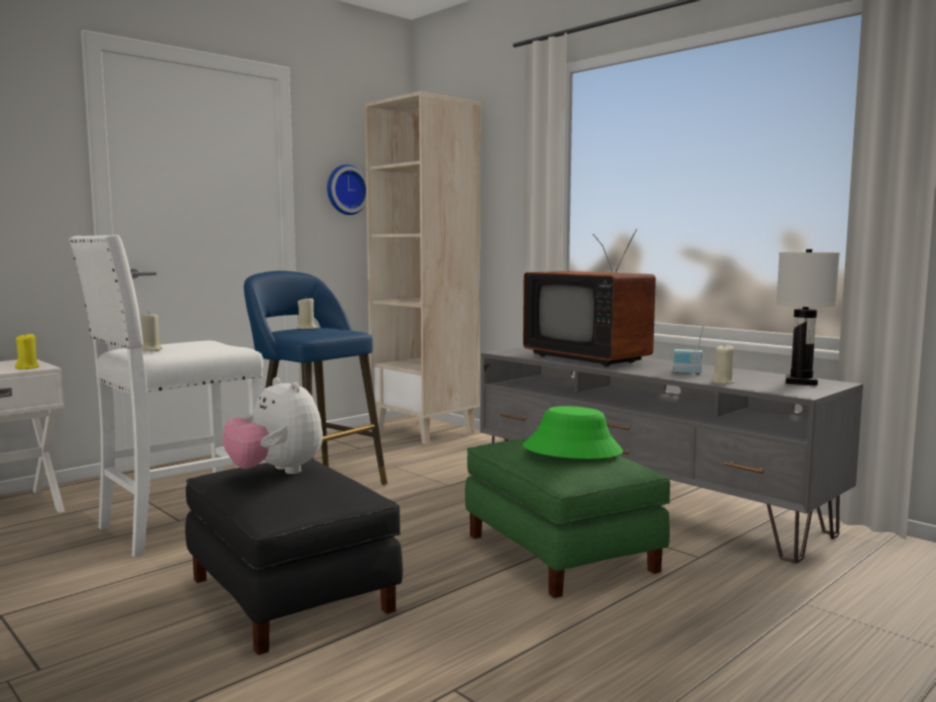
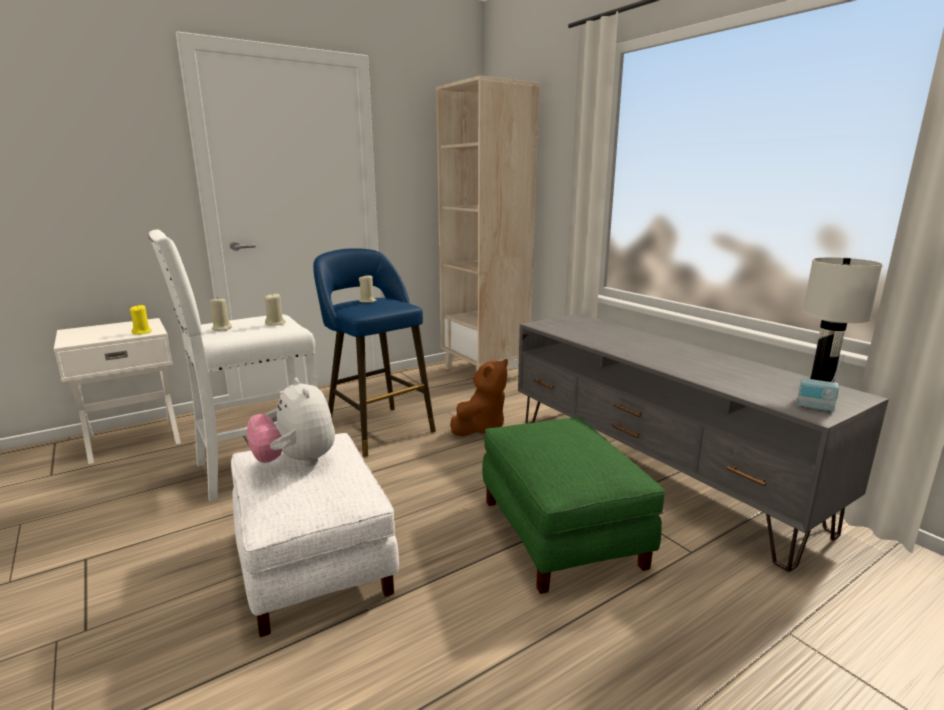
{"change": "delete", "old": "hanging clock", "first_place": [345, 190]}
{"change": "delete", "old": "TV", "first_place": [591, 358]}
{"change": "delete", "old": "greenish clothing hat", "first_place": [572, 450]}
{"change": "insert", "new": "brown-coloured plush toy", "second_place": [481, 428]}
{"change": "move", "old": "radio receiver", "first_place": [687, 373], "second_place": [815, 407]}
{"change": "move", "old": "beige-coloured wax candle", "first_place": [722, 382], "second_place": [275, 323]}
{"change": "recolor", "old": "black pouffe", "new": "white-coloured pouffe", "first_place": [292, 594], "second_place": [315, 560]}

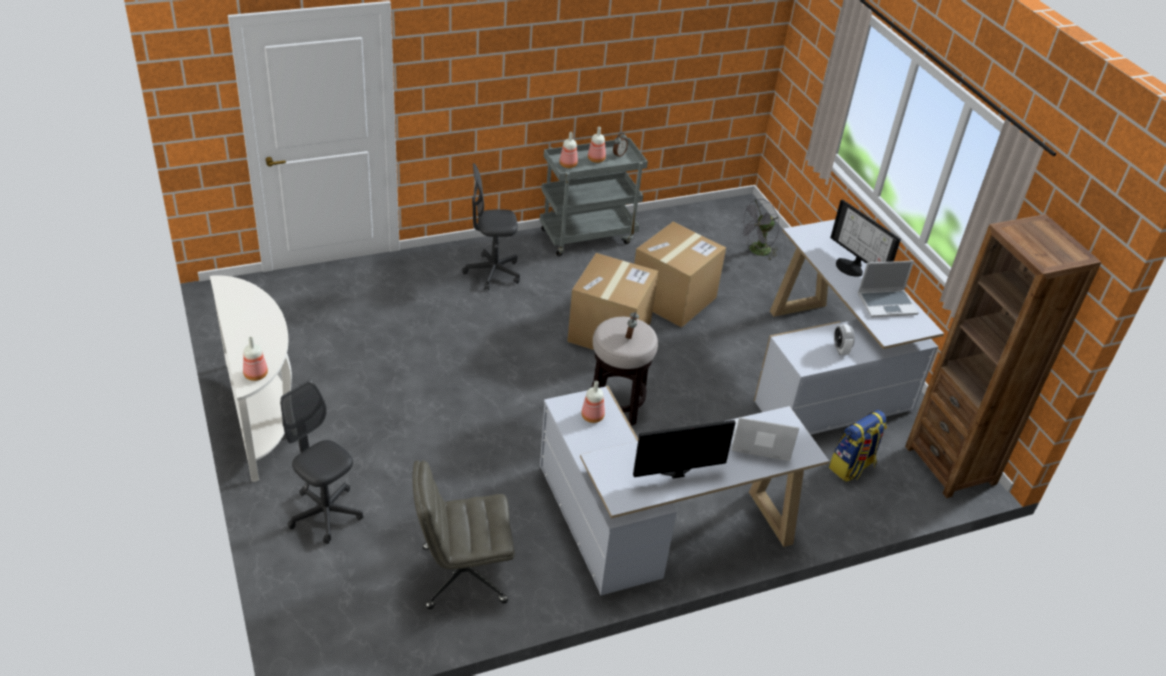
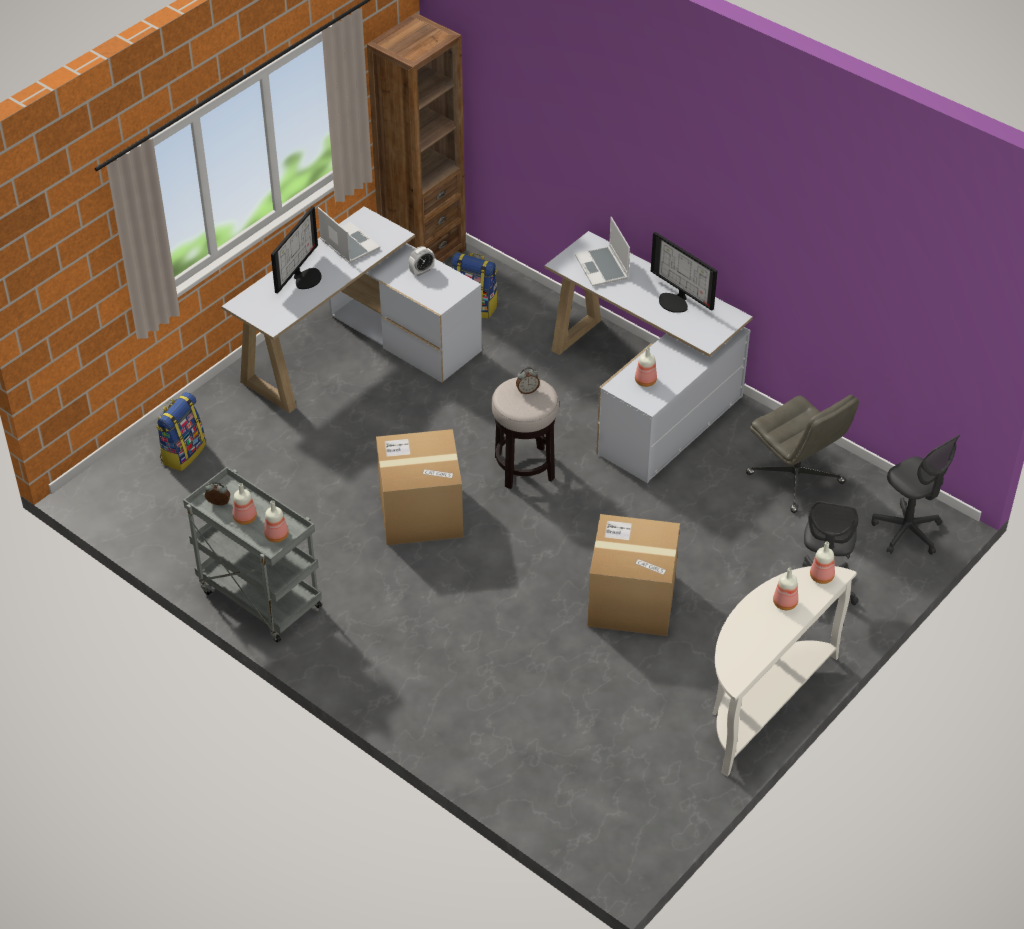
{"change": "insert", "new": "beverage bottle", "second_place": [785, 603]}
{"change": "move", "old": "greyish computer chair", "first_place": [492, 273], "second_place": [907, 532]}
{"change": "move", "old": "cardboard box", "first_place": [673, 298], "second_place": [631, 601]}
{"change": "replace", "old": "greyish cooling fan", "new": "backpack", "first_place": [756, 251], "second_place": [183, 453]}

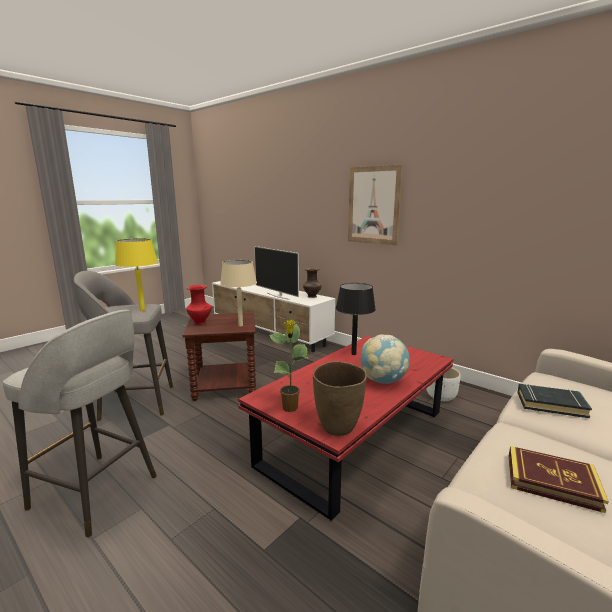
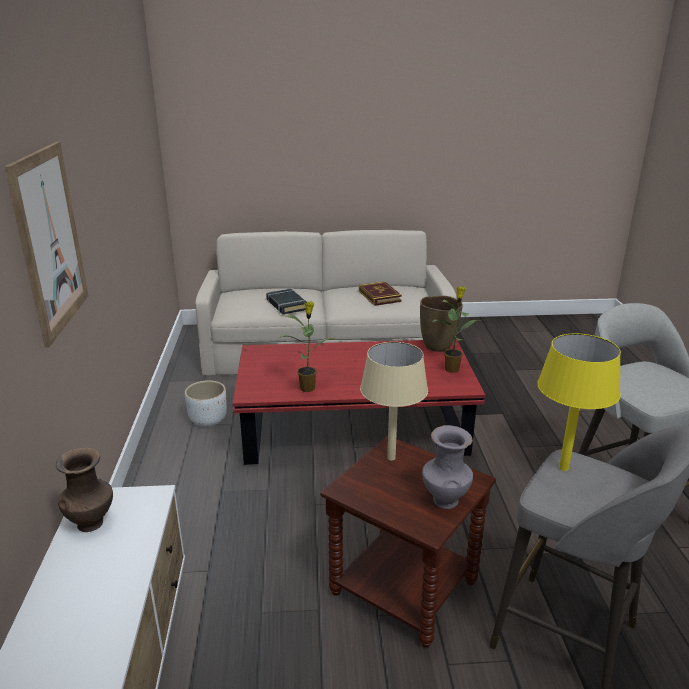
{"change": "delete", "old": "TV", "first_place": [278, 296]}
{"change": "delete", "old": "world globe", "first_place": [383, 381]}
{"change": "replace", "old": "black lamp for a table", "new": "plant in a pot", "first_place": [353, 354], "second_place": [308, 388]}
{"change": "recolor", "old": "reddish vase", "new": "greyish vase", "first_place": [200, 323], "second_place": [444, 499]}

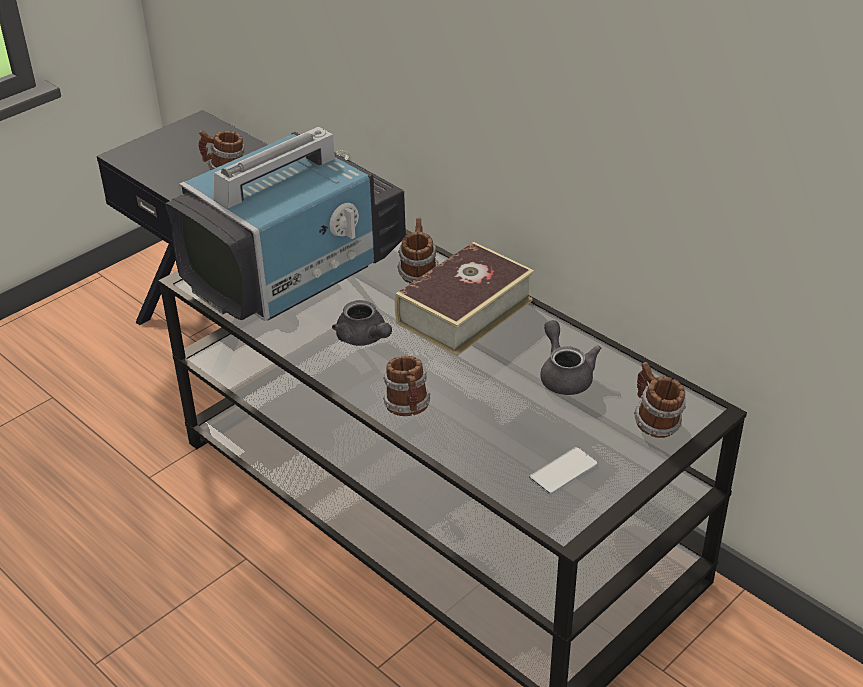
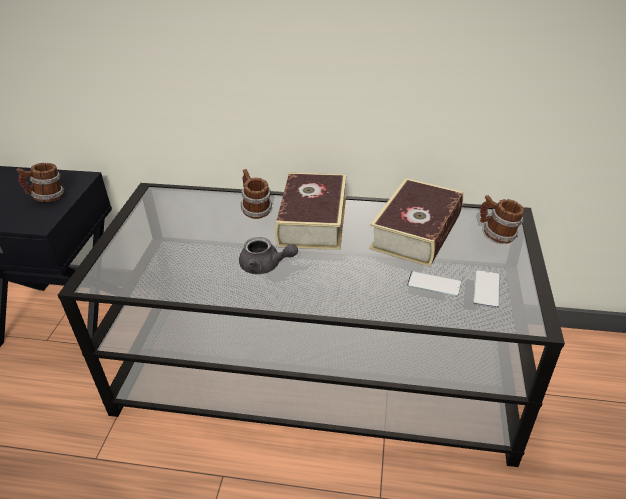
{"change": "delete", "old": "TV", "first_place": [297, 270]}
{"change": "delete", "old": "tea mug", "first_place": [408, 408]}
{"change": "insert", "new": "handset", "second_place": [434, 284]}
{"change": "replace", "old": "greyish teapot", "new": "volume", "first_place": [564, 375], "second_place": [416, 231]}

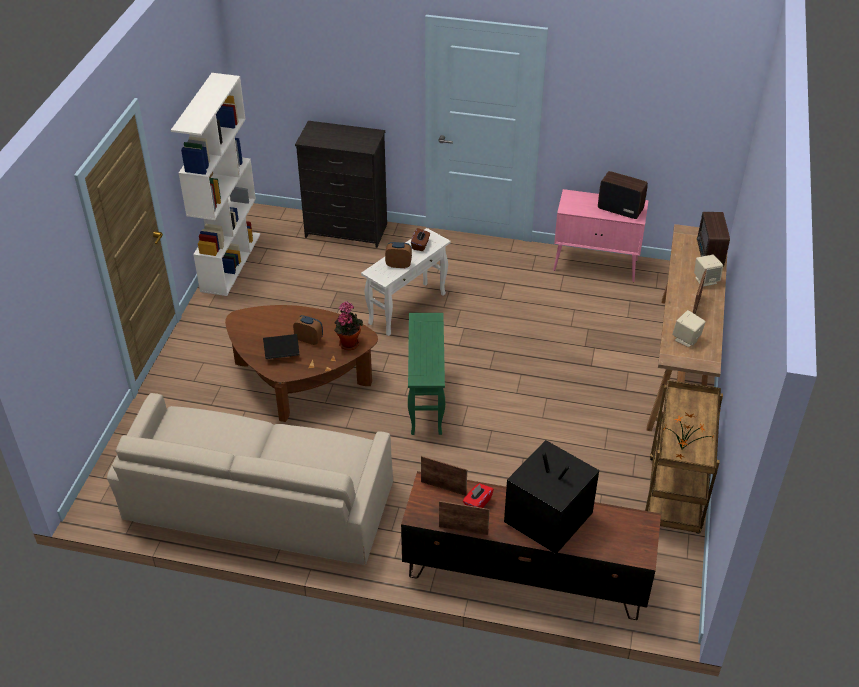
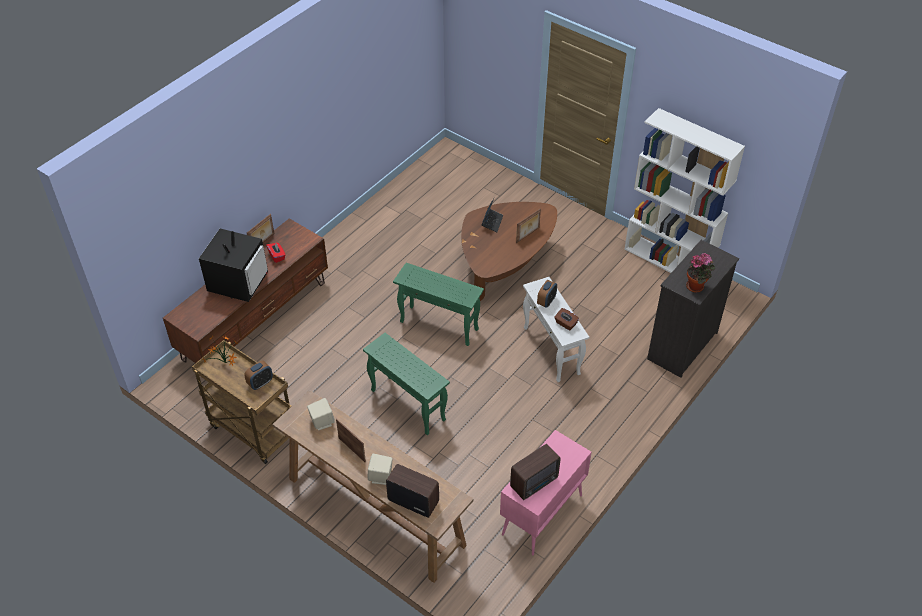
{"change": "delete", "old": "beige-coloured sofa", "first_place": [257, 502]}
{"change": "insert", "new": "greenish accent table", "second_place": [408, 405]}
{"change": "move", "old": "alarm clock", "first_place": [309, 339], "second_place": [260, 383]}
{"change": "move", "old": "plant in a pot", "first_place": [348, 342], "second_place": [696, 286]}
{"change": "move", "old": "photo frame", "first_place": [444, 487], "second_place": [528, 235]}
{"change": "rotate", "old": "TV", "first_place": [547, 520], "second_place": [238, 283], "degrees": -45}

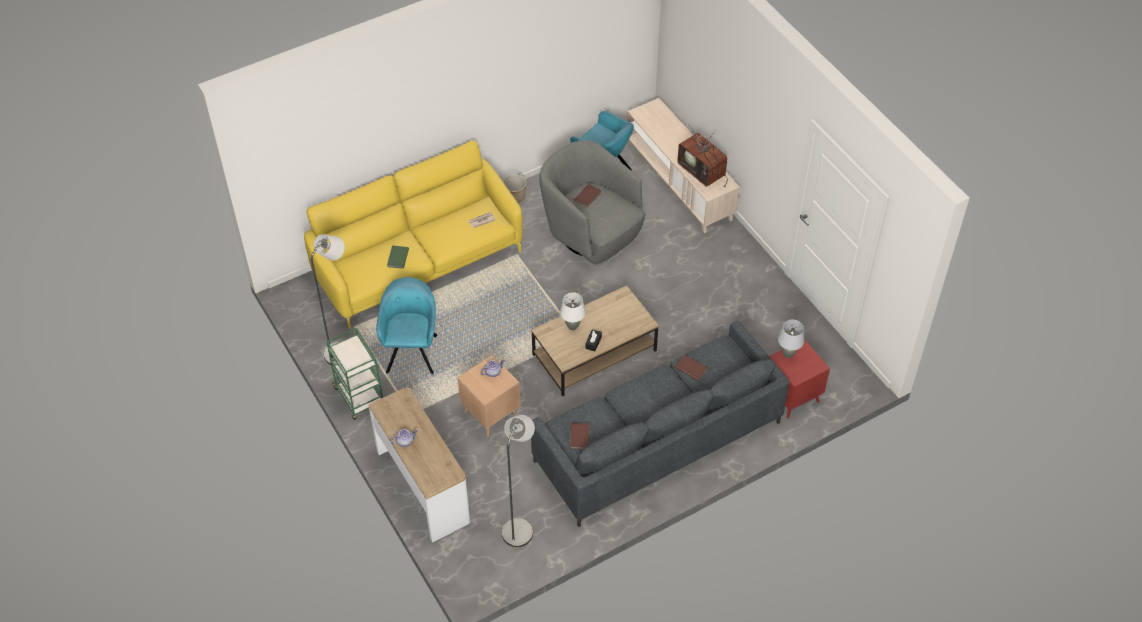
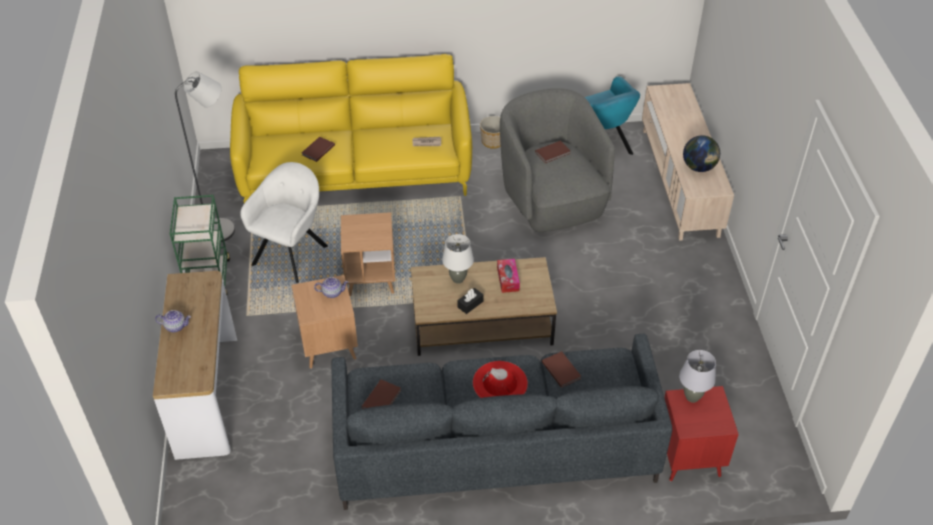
{"change": "delete", "old": "greyish standard lamp", "first_place": [520, 527]}
{"change": "insert", "new": "brown-coloured accent table", "second_place": [370, 279]}
{"change": "insert", "new": "reddish clothing hat", "second_place": [500, 383]}
{"change": "insert", "new": "tissue box", "second_place": [508, 279]}
{"change": "replace", "old": "TV", "new": "world globe", "first_place": [703, 171], "second_place": [699, 167]}
{"change": "recolor", "old": "turquoise-coloured easy chair", "new": "white-coloured easy chair", "first_place": [412, 351], "second_place": [292, 253]}
{"change": "recolor", "old": "greenish volume", "new": "brown-coloured volume", "first_place": [397, 258], "second_place": [317, 150]}

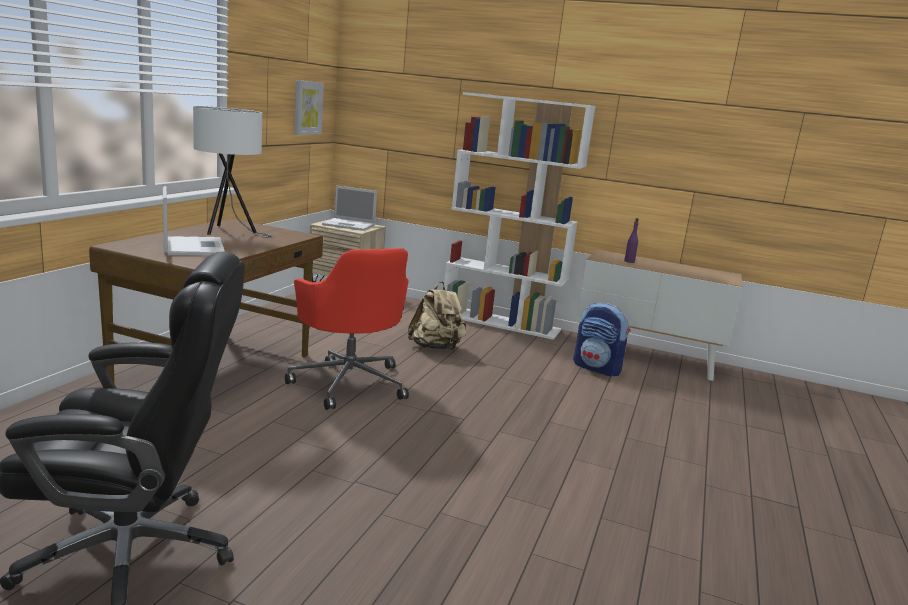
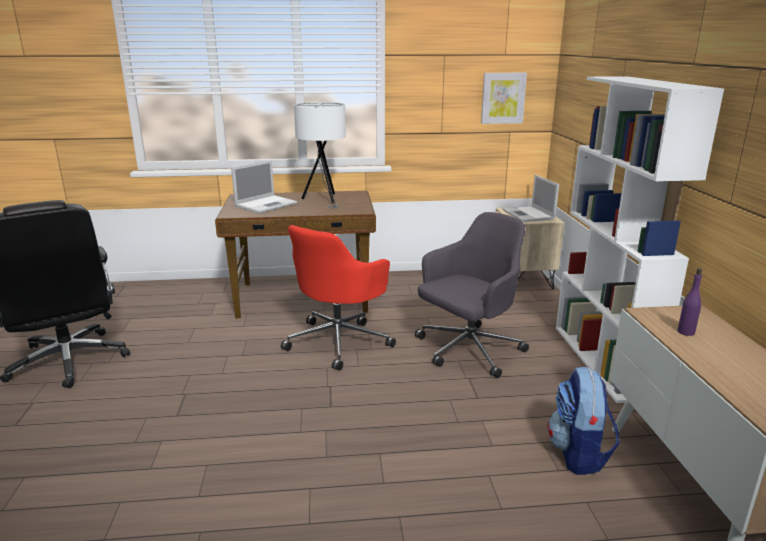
{"change": "replace", "old": "beige-coloured backpack", "new": "greyish computer chair", "first_place": [436, 348], "second_place": [467, 350]}

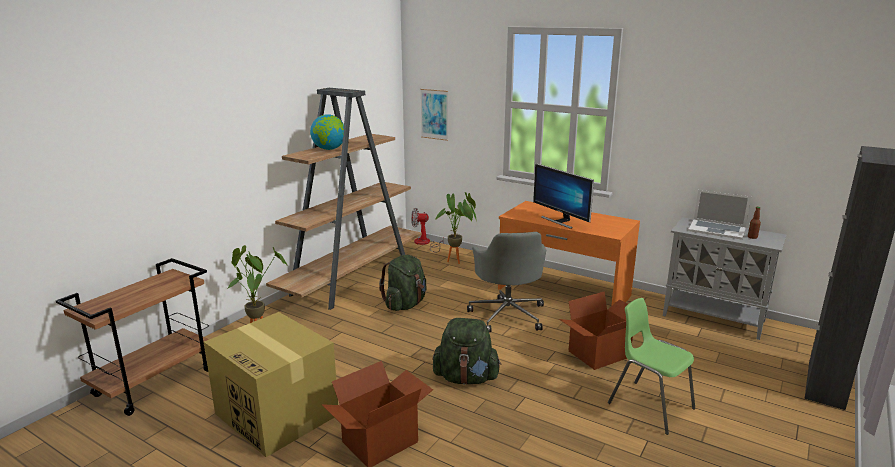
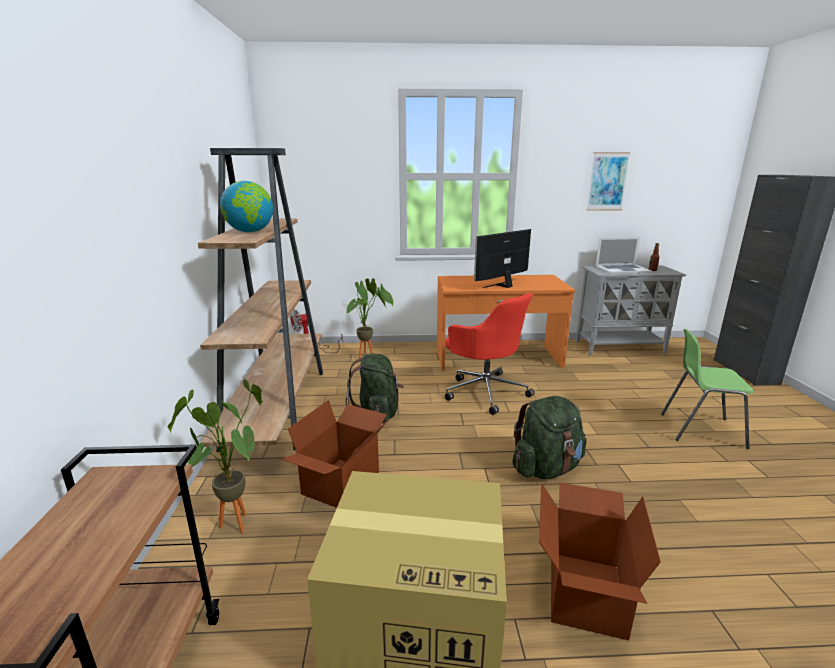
{"change": "move", "old": "wall art", "first_place": [434, 114], "second_place": [607, 181]}
{"change": "move", "old": "cardboard box", "first_place": [599, 355], "second_place": [342, 484]}
{"change": "recolor", "old": "greyish computer chair", "new": "reddish computer chair", "first_place": [507, 314], "second_place": [485, 391]}
{"change": "rotate", "old": "computer screen", "first_place": [560, 221], "second_place": [502, 285], "degrees": 120}

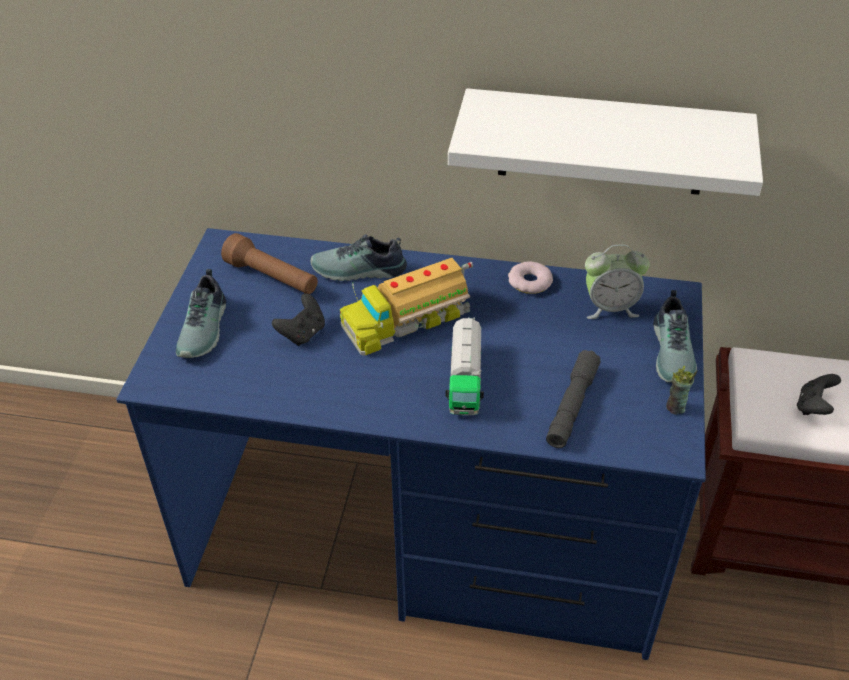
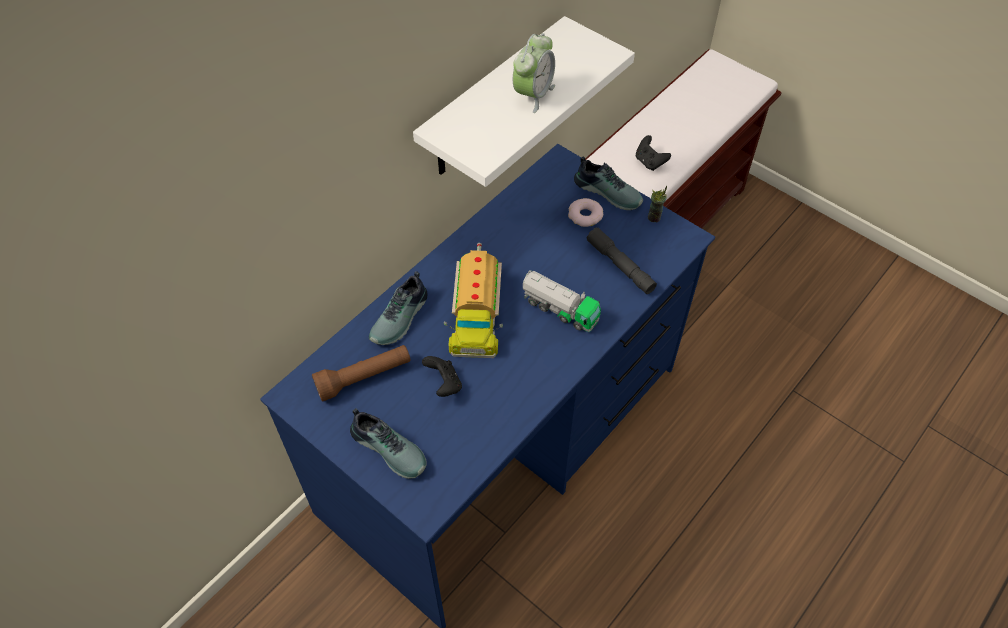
{"change": "move", "old": "donut", "first_place": [530, 282], "second_place": [585, 215]}
{"change": "move", "old": "alarm clock", "first_place": [610, 307], "second_place": [533, 95]}

